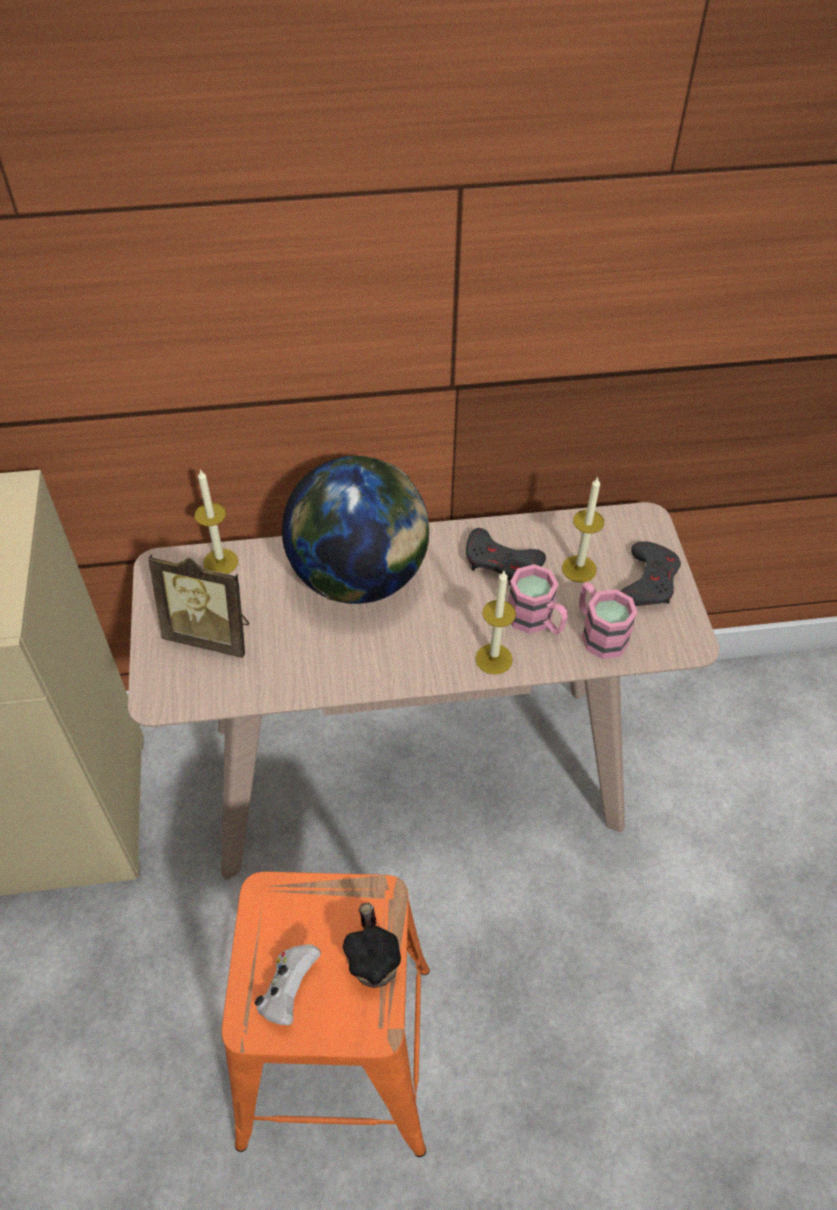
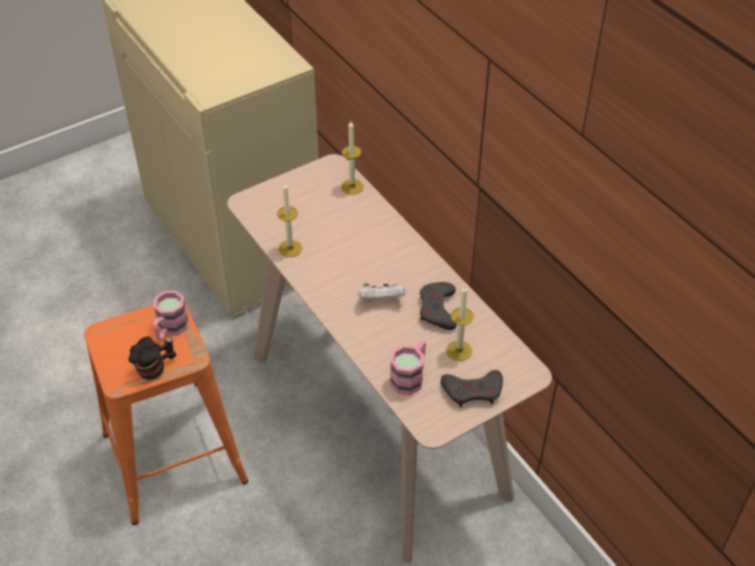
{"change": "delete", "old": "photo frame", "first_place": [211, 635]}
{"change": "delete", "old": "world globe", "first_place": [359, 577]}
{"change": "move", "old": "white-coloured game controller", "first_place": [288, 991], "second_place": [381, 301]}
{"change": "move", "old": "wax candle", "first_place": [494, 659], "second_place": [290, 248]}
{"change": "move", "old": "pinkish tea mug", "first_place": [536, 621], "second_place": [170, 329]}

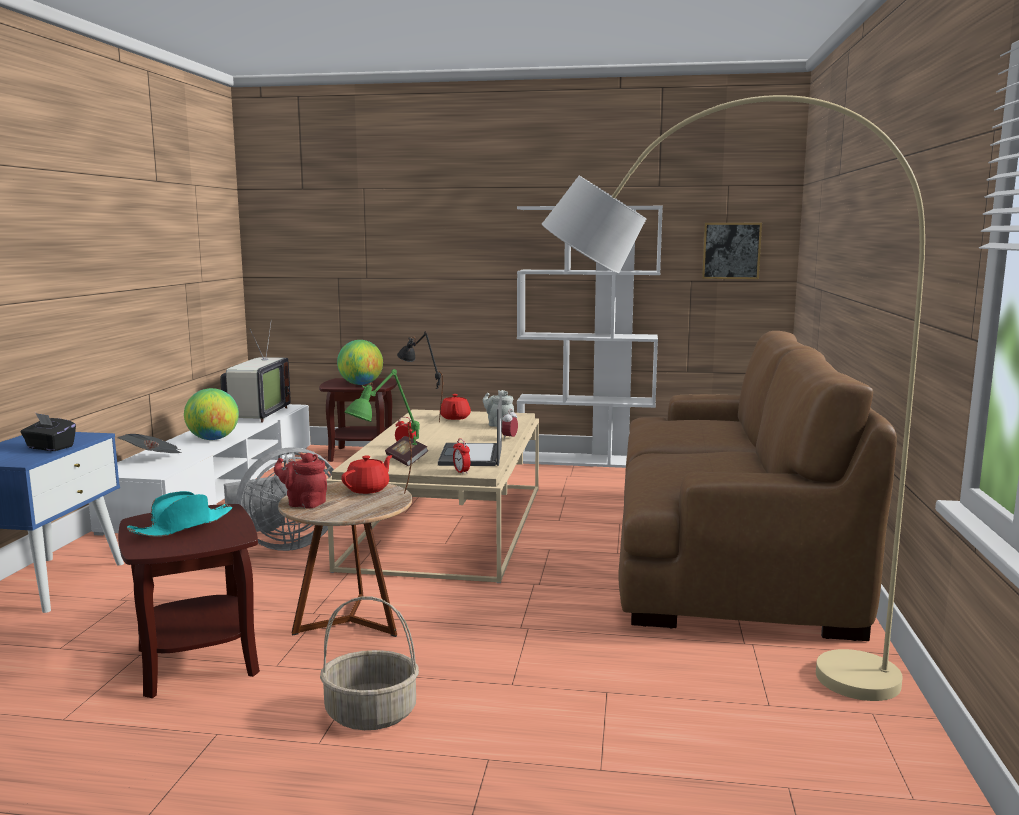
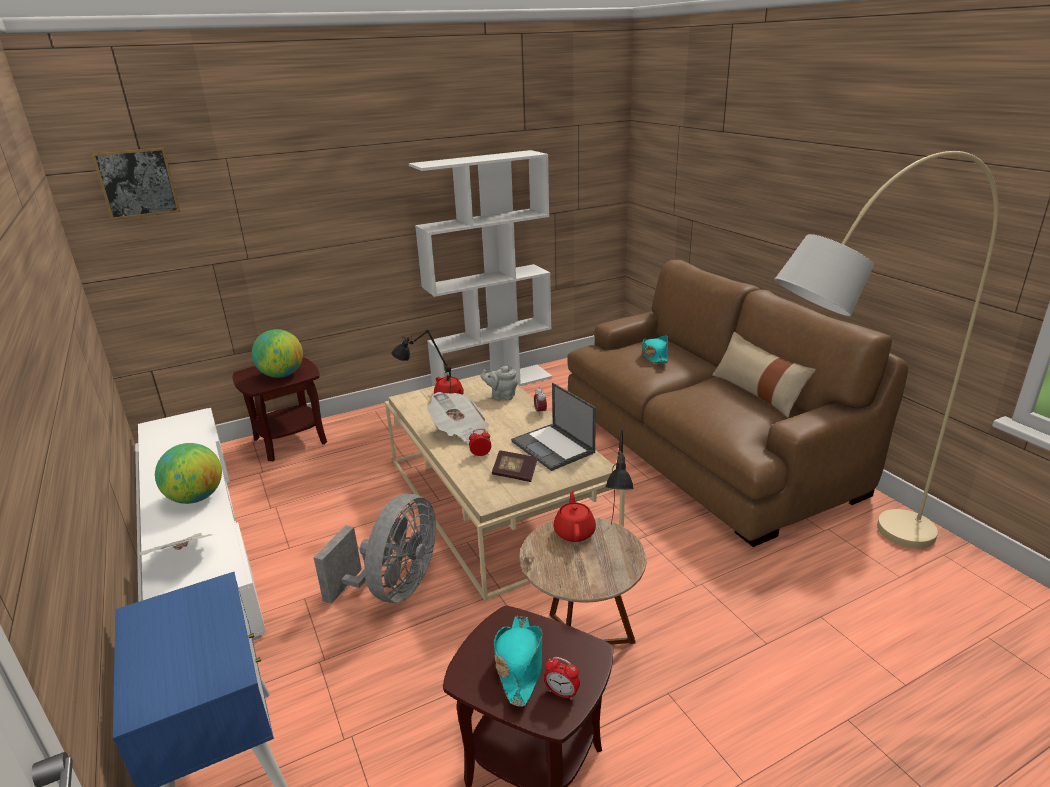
{"change": "delete", "old": "black tissue box", "first_place": [50, 447]}
{"change": "delete", "old": "TV", "first_place": [256, 414]}
{"change": "delete", "old": "reddish teapot", "first_place": [304, 503]}
{"change": "delete", "old": "basket", "first_place": [370, 714]}
{"change": "insert", "new": "newspaper", "second_place": [459, 431]}
{"change": "insert", "new": "turquoise-coloured clothing hat", "second_place": [654, 355]}
{"change": "insert", "new": "beige-coloured pillow", "second_place": [757, 392]}
{"change": "move", "old": "alarm clock", "first_place": [461, 472], "second_place": [562, 693]}
{"change": "move", "old": "wall art", "first_place": [731, 250], "second_place": [137, 183]}
{"change": "recolor", "old": "greenish lamp for a table", "new": "black lamp for a table", "first_place": [387, 502], "second_place": [619, 542]}

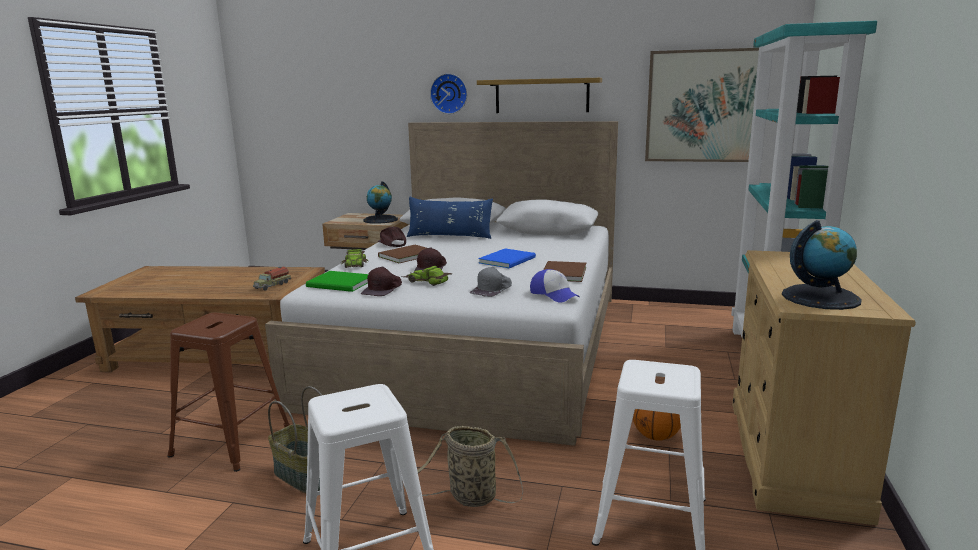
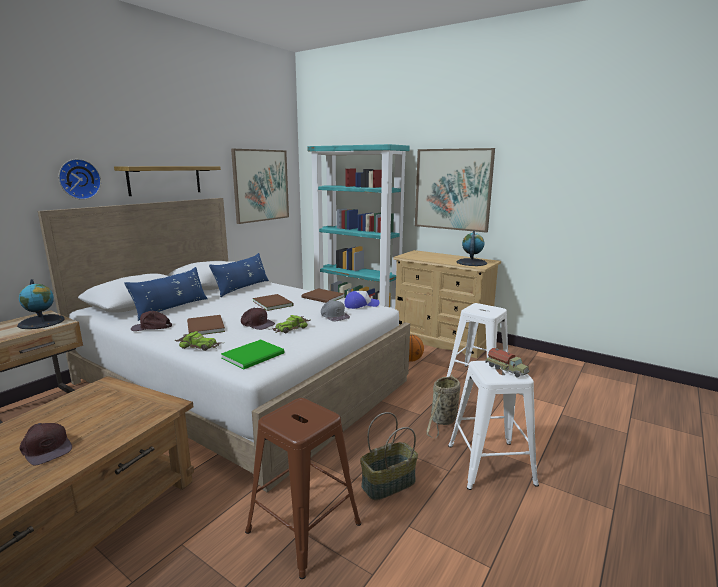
{"change": "insert", "new": "blue pillow", "second_place": [242, 288]}
{"change": "insert", "new": "wall art", "second_place": [452, 189]}
{"change": "move", "old": "toy lorry", "first_place": [272, 285], "second_place": [507, 369]}
{"change": "move", "old": "brown-coloured baseball cap", "first_place": [383, 289], "second_place": [47, 448]}
{"change": "recolor", "old": "blue volume", "new": "brown-coloured volume", "first_place": [509, 260], "second_place": [273, 303]}

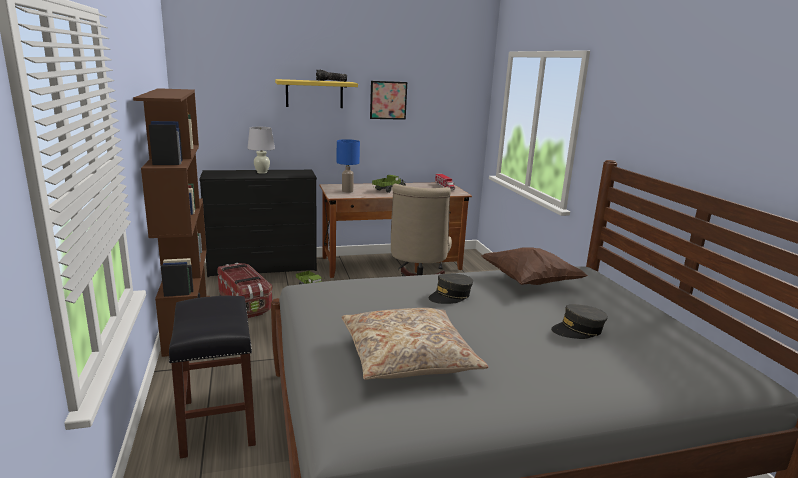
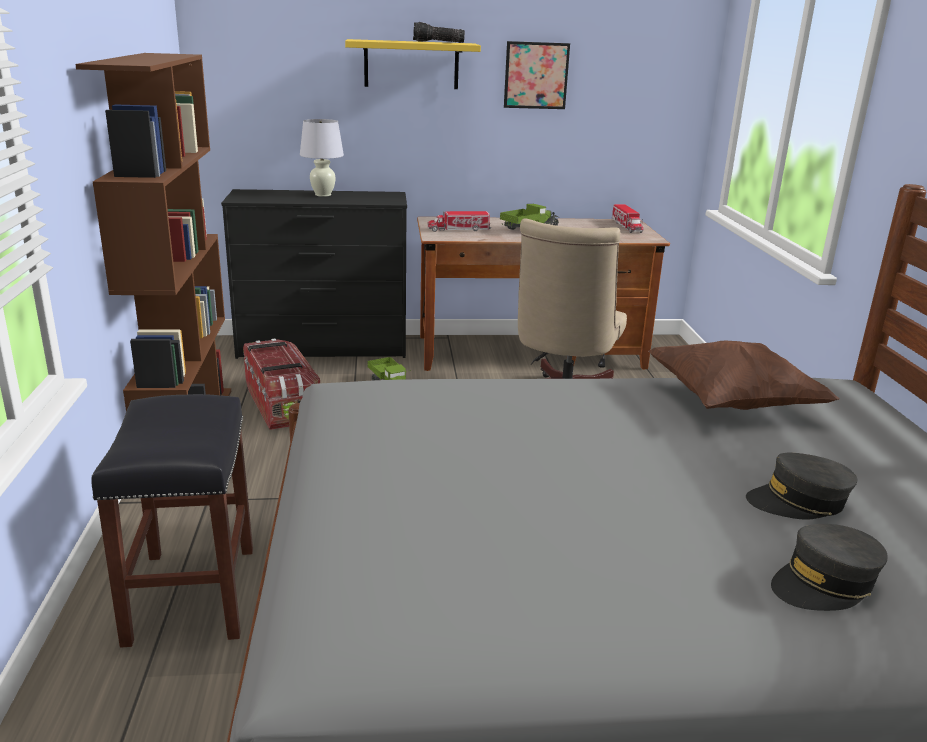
{"change": "delete", "old": "beige-coloured pillow", "first_place": [408, 356]}
{"change": "move", "old": "greyish baseball cap", "first_place": [450, 296], "second_place": [824, 583]}
{"change": "replace", "old": "blue lamp for a table", "new": "toy lorry", "first_place": [347, 191], "second_place": [459, 230]}

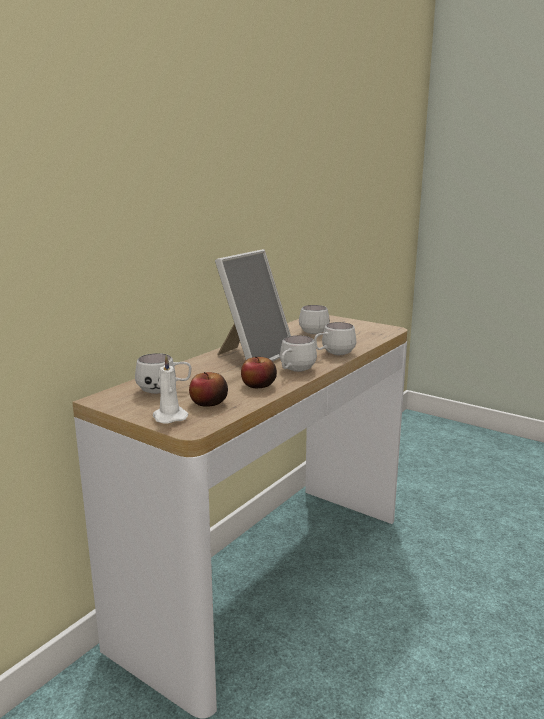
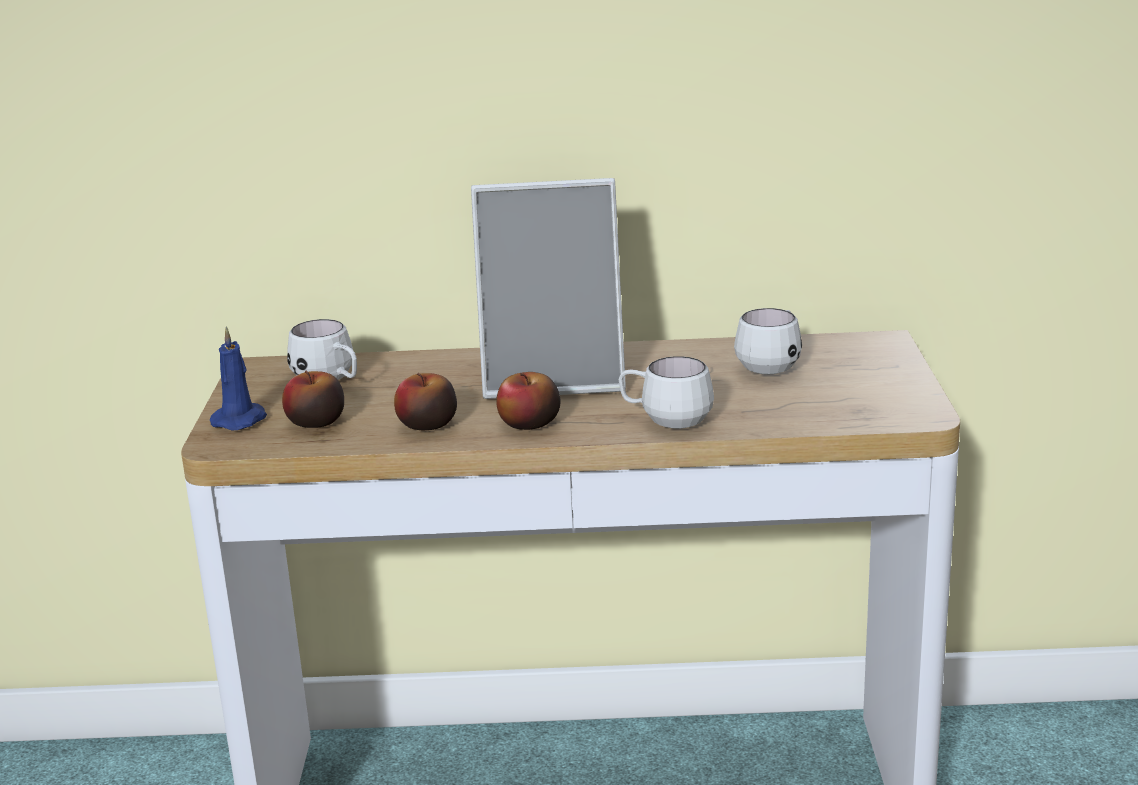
{"change": "replace", "old": "white-coloured tea mug", "new": "apple", "first_place": [294, 371], "second_place": [529, 424]}
{"change": "recolor", "old": "white-coloured wax candle", "new": "blue wax candle", "first_place": [169, 417], "second_place": [241, 420]}

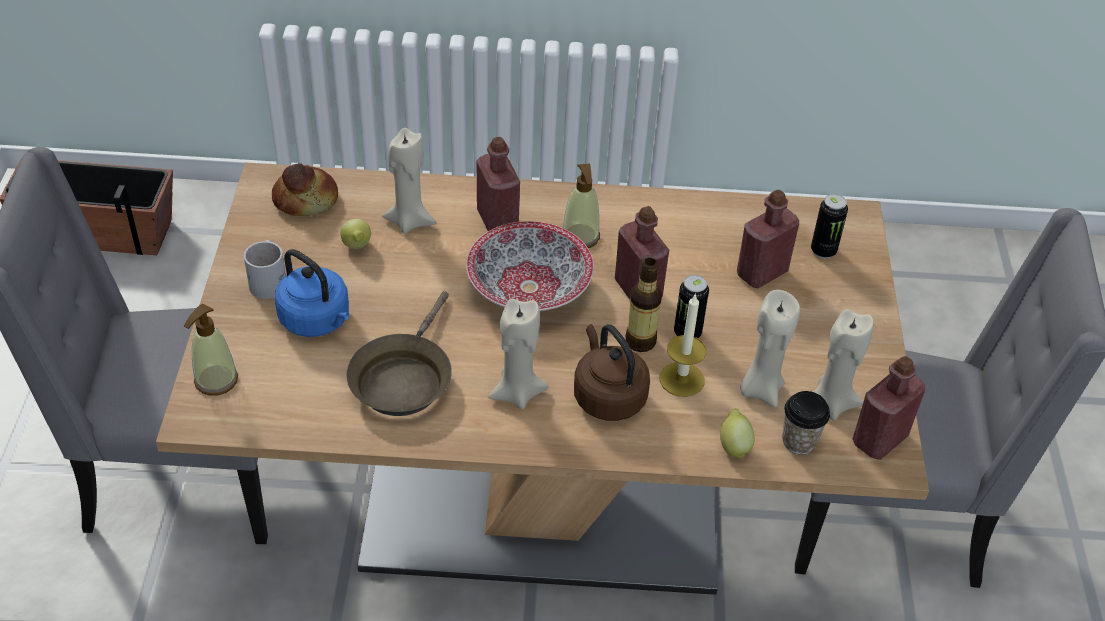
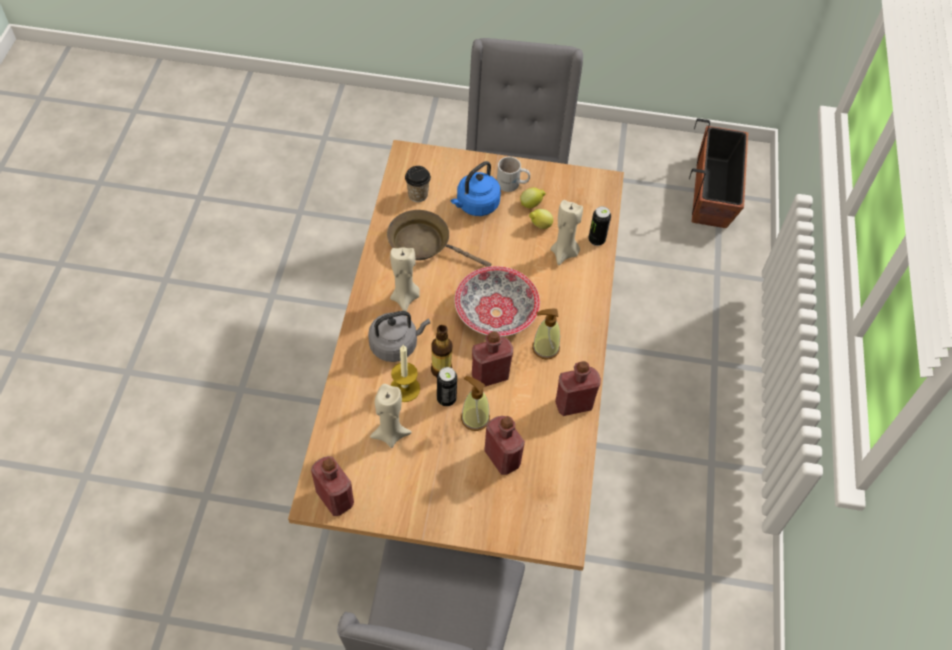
{"change": "delete", "old": "bakery bread", "first_place": [306, 199]}
{"change": "delete", "old": "beige-coloured wax candle", "first_place": [830, 403]}
{"change": "move", "old": "soap dispenser", "first_place": [216, 380], "second_place": [475, 418]}
{"change": "move", "old": "reddish beverage bottle", "first_place": [497, 220], "second_place": [573, 404]}
{"change": "move", "old": "whole lemon", "first_place": [734, 446], "second_place": [531, 204]}
{"change": "move", "old": "drinking cup", "first_place": [799, 441], "second_place": [418, 195]}
{"change": "move", "old": "sealed can", "first_place": [823, 251], "second_place": [596, 240]}
{"change": "recolor", "old": "brown-coloured kettle", "new": "greyish kettle", "first_place": [607, 396], "second_place": [396, 345]}

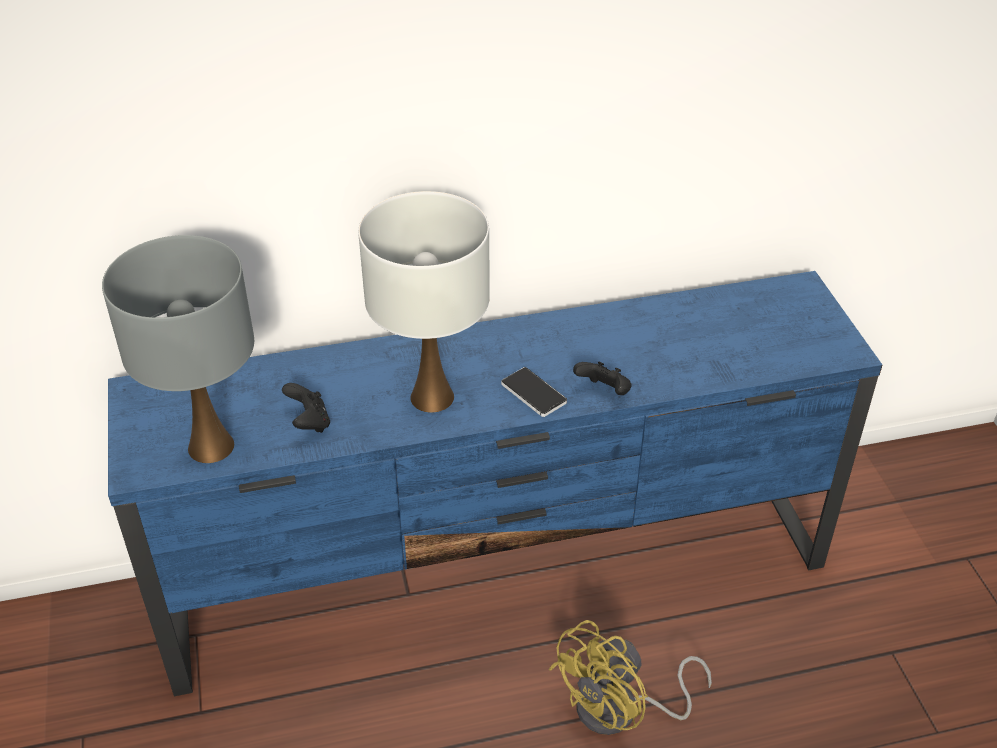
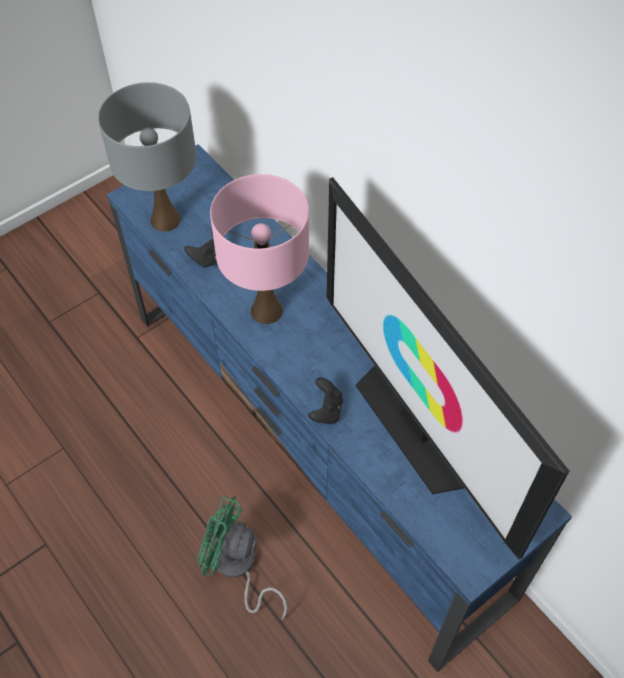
{"change": "delete", "old": "handset", "first_place": [533, 393]}
{"change": "insert", "new": "TV", "second_place": [418, 425]}
{"change": "recolor", "old": "white-coloured lamp for a table", "new": "pinkish lamp for a table", "first_place": [432, 396], "second_place": [267, 310]}
{"change": "recolor", "old": "yellowish cooling fan", "new": "greenish cooling fan", "first_place": [620, 711], "second_place": [237, 567]}

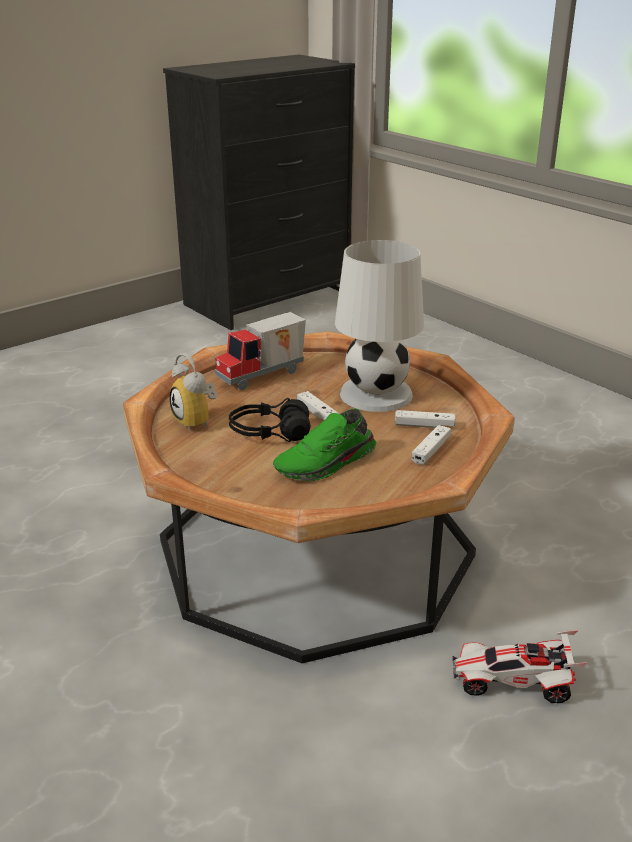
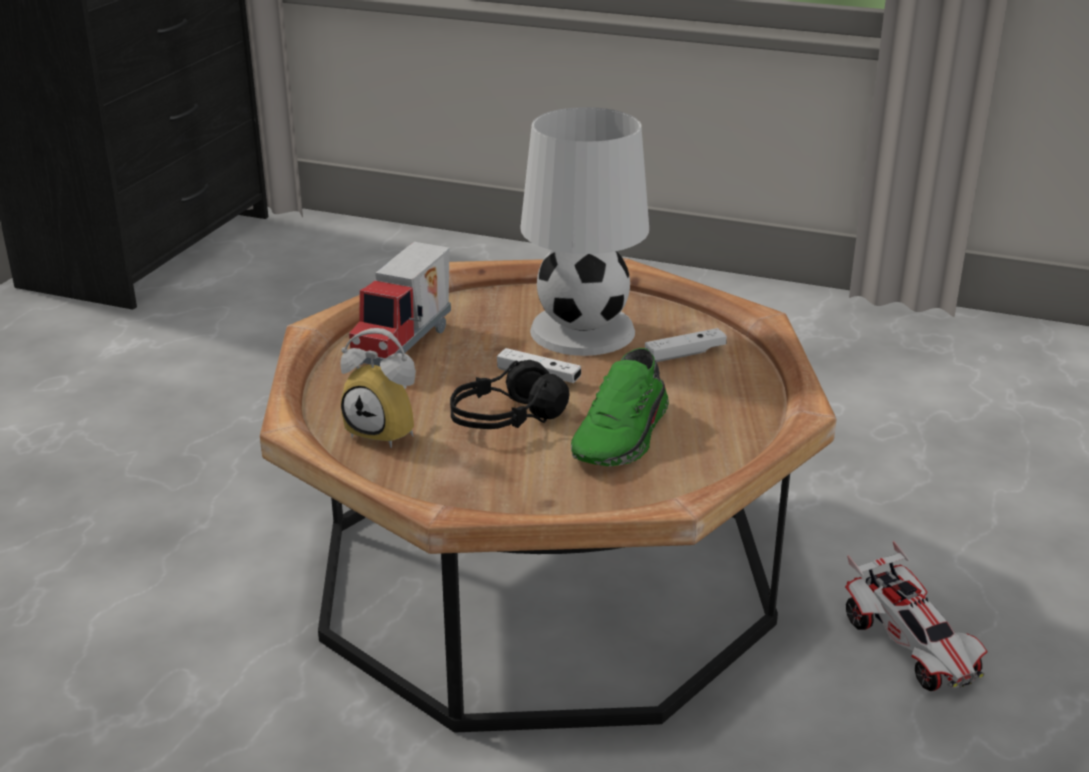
{"change": "delete", "old": "white-coloured game controller", "first_place": [431, 450]}
{"change": "rotate", "old": "model car", "first_place": [513, 682], "second_place": [911, 647], "degrees": -90}

